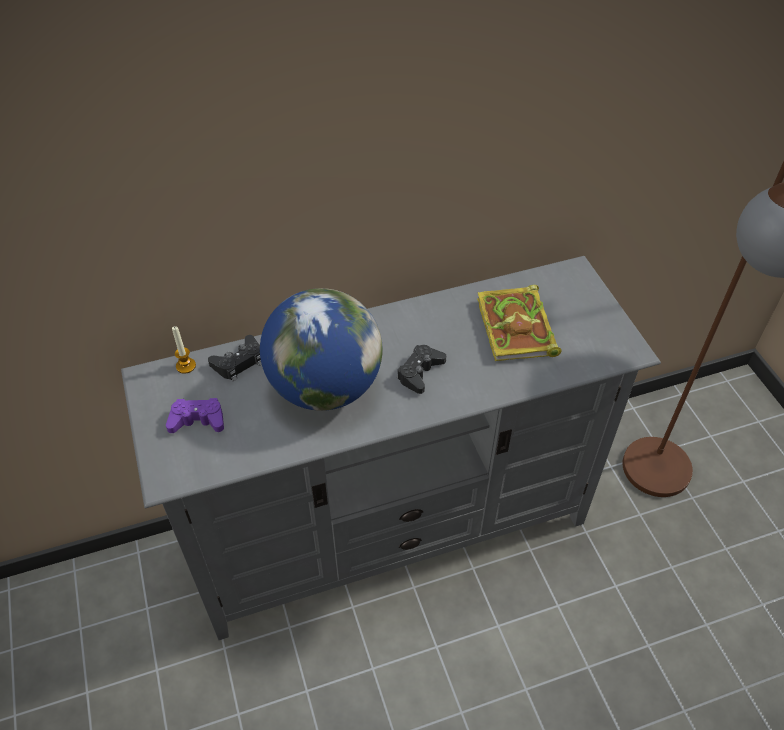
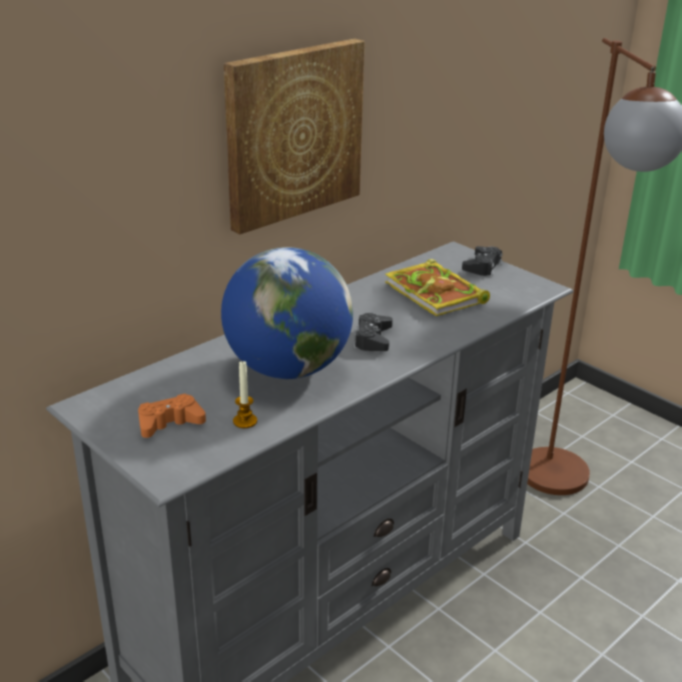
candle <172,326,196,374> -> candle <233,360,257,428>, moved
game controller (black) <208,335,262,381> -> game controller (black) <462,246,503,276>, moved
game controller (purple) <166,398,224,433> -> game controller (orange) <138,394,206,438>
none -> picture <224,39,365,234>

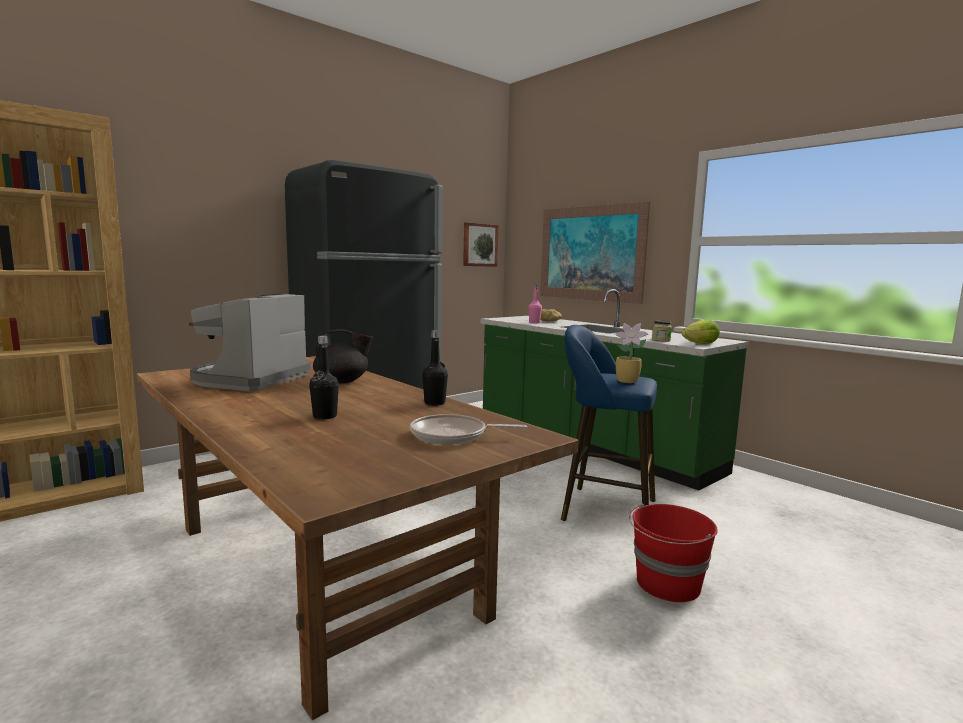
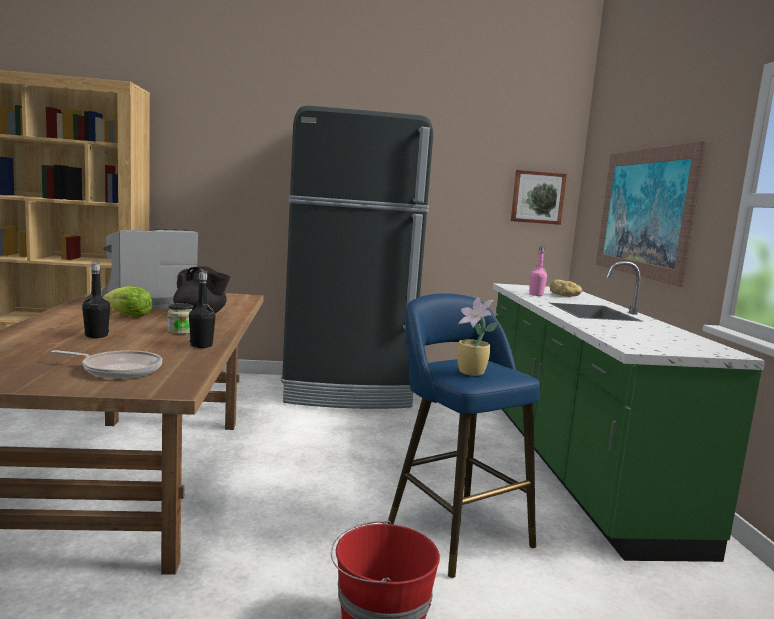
lettuce <681,319,720,344> -> lettuce <103,286,152,317>, moved
jar <652,321,672,342> -> jar <167,303,193,334>, moved
frying pan <410,414,527,445> -> frying pan <51,350,162,379>, 150 degrees clockwise

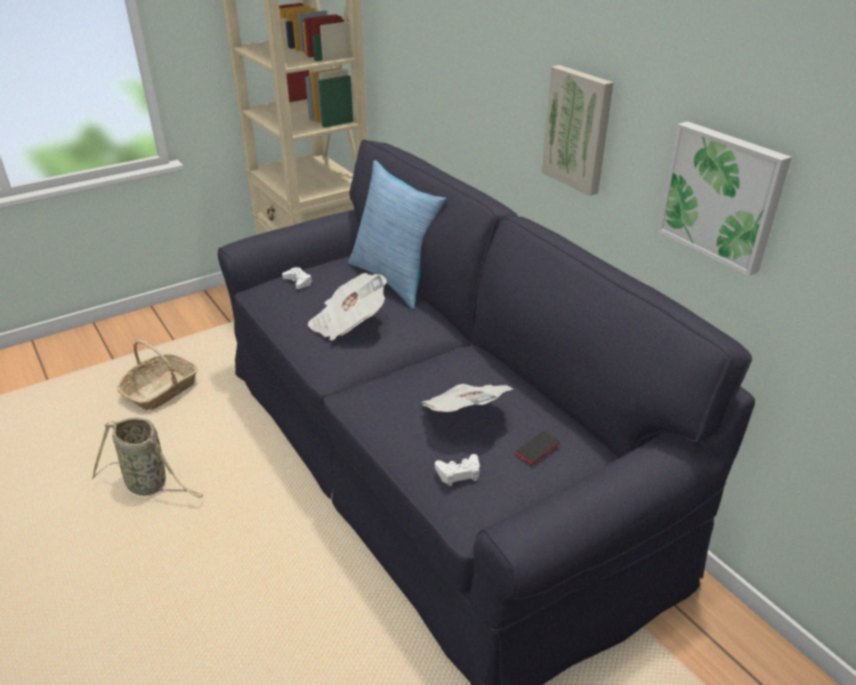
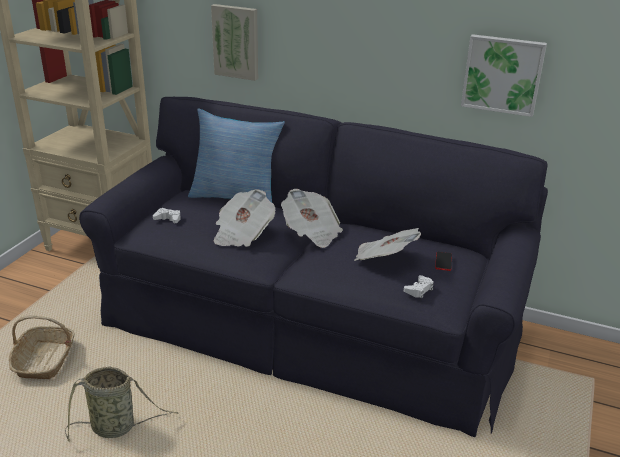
picture <542,65,614,196> -> picture <211,4,258,81>, moved
none -> newspaper <281,189,343,248>

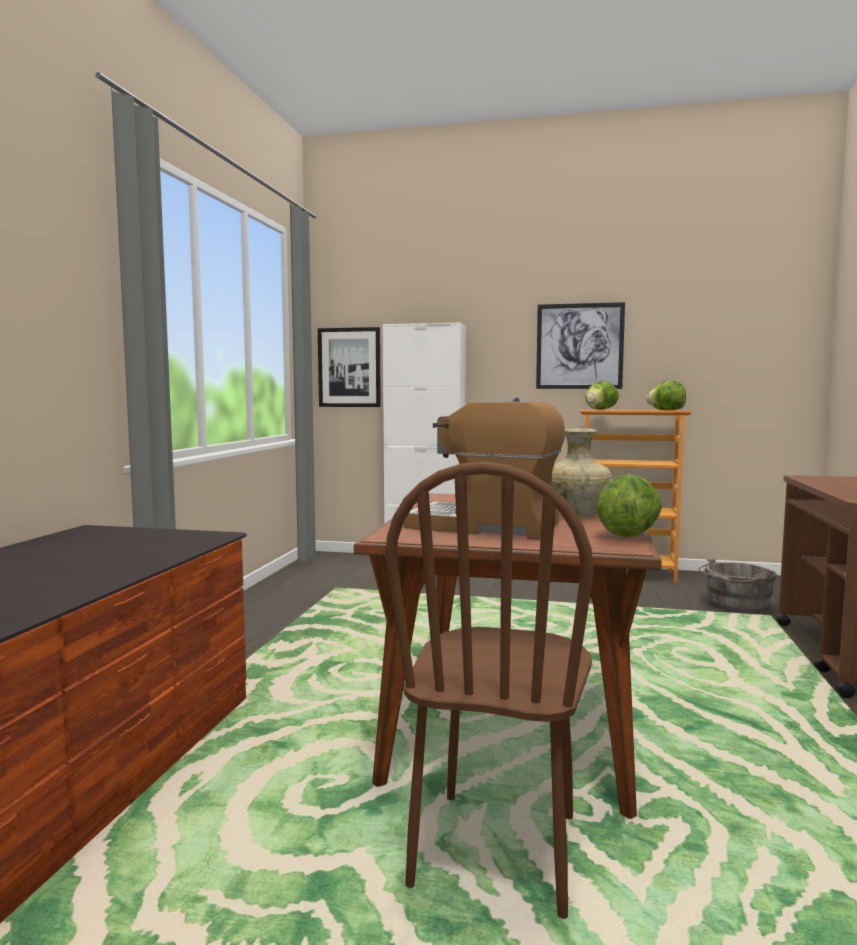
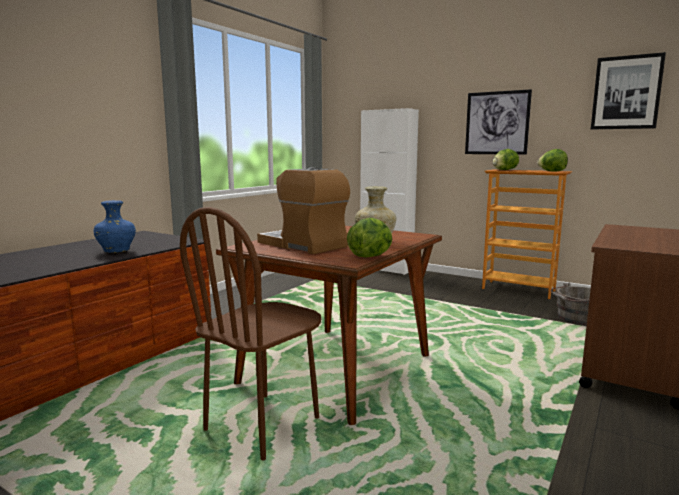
picture <318,327,381,407> -> picture <591,52,666,129>, moved
none -> vase (blue) <93,200,136,253>

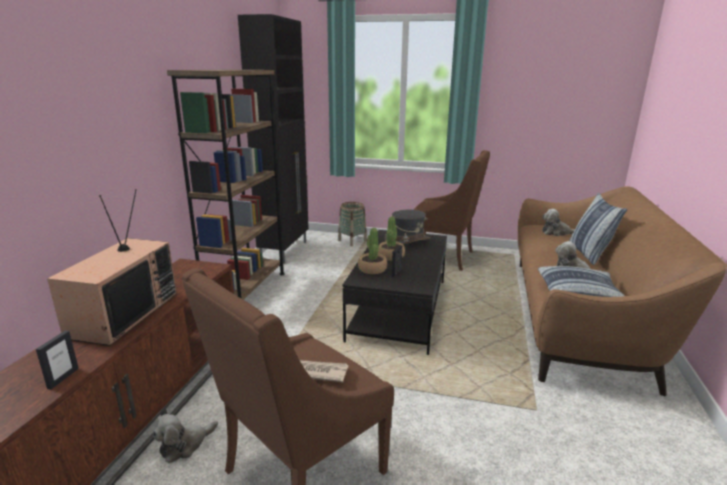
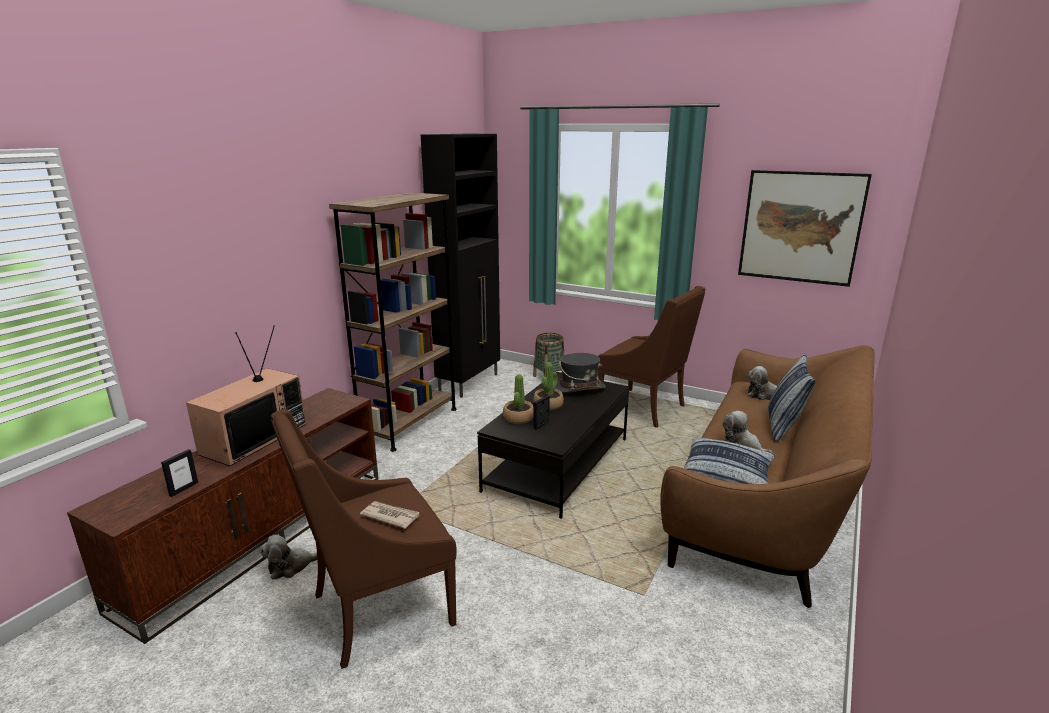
none -> picture <738,170,872,287>

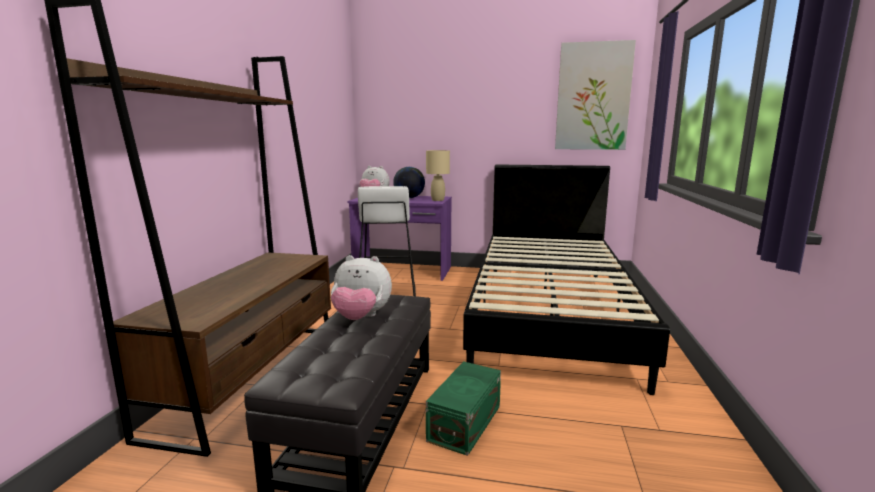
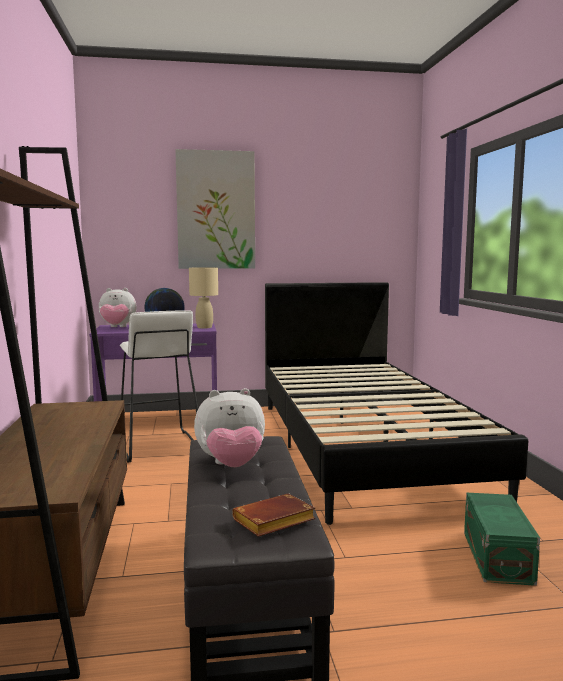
picture <555,40,636,150> -> picture <175,149,255,269>, moved
storage box (green) <426,361,501,456> -> storage box (green) <464,493,540,586>, moved
none -> book (brown) <232,493,316,537>

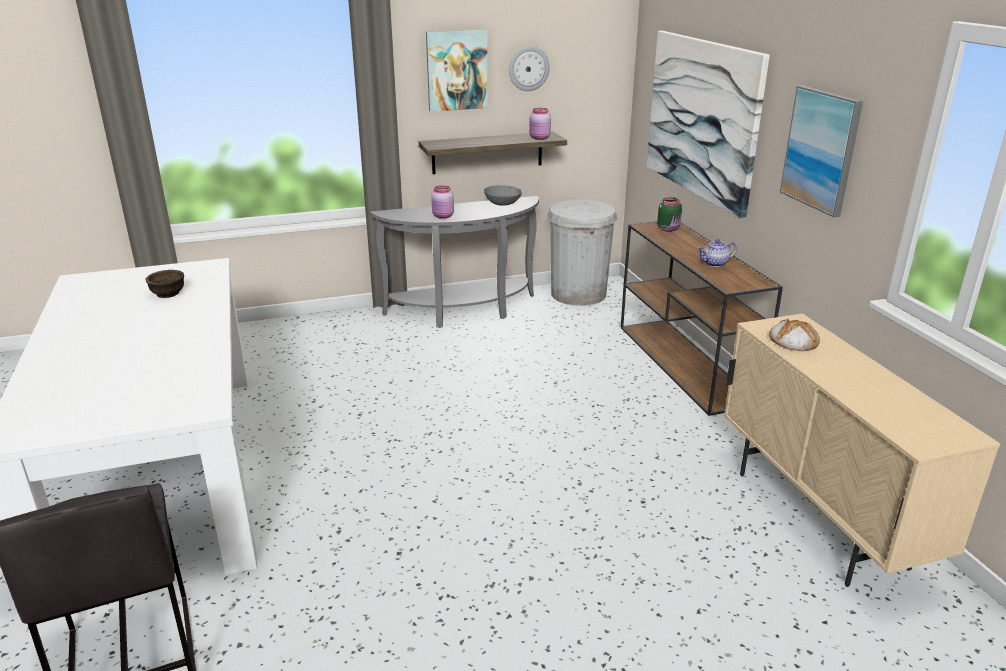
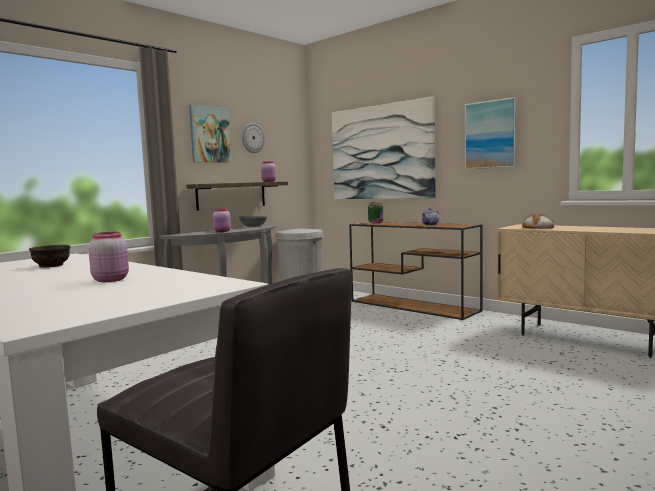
none -> jar (pink) <88,232,129,282>

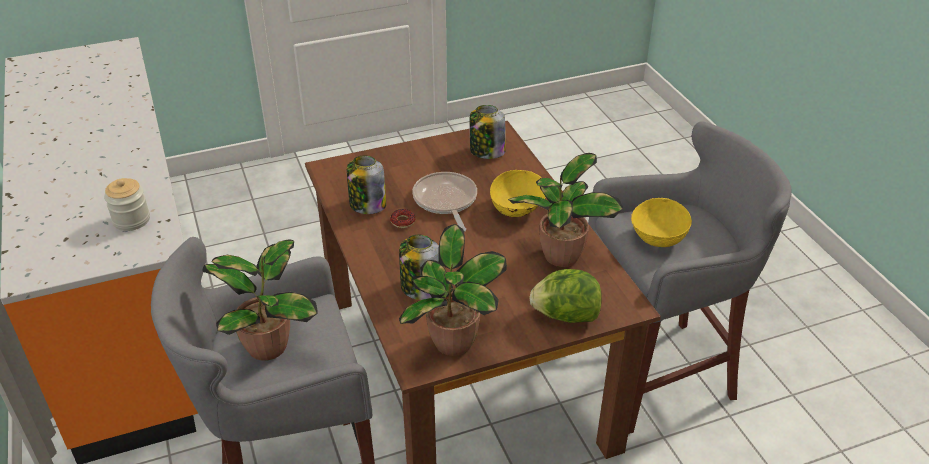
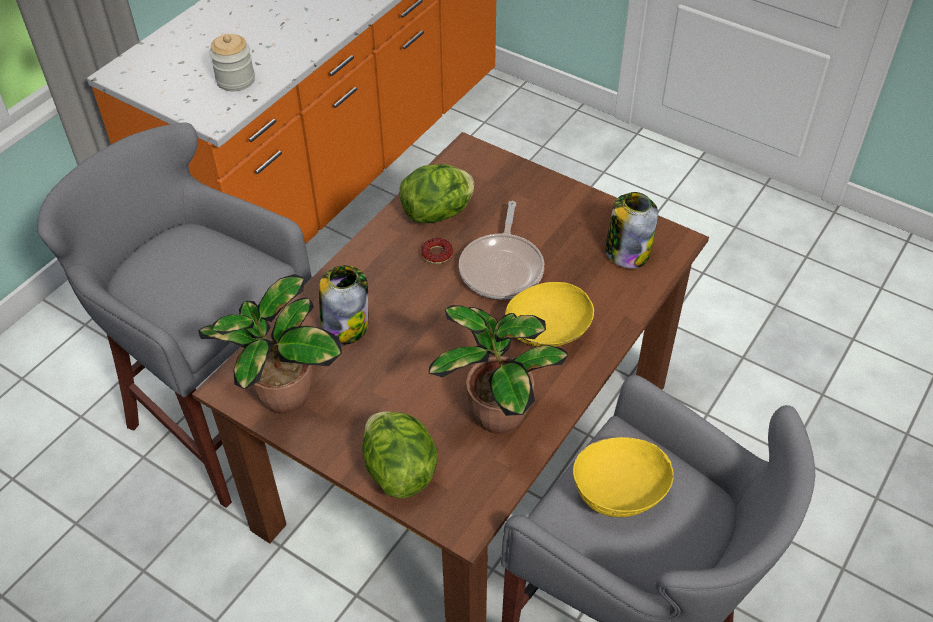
jar <347,156,386,214> -> lettuce <399,164,474,223>
frying pan <412,172,477,232> -> frying pan <459,201,544,299>, 150 degrees clockwise
potted plant <202,239,318,361> -> none

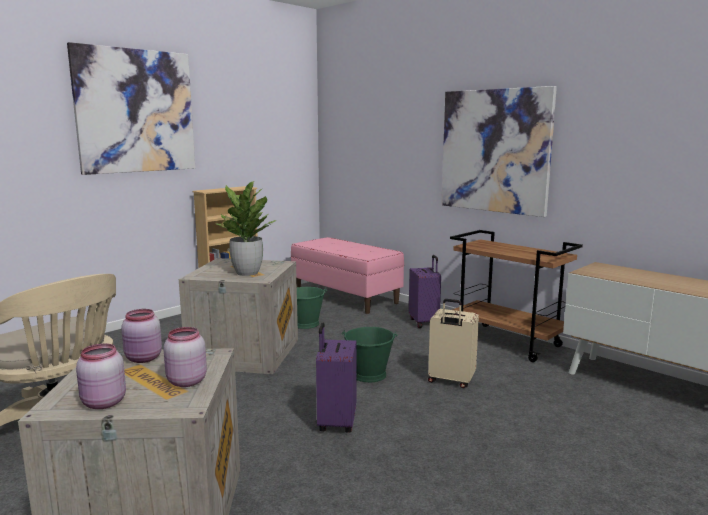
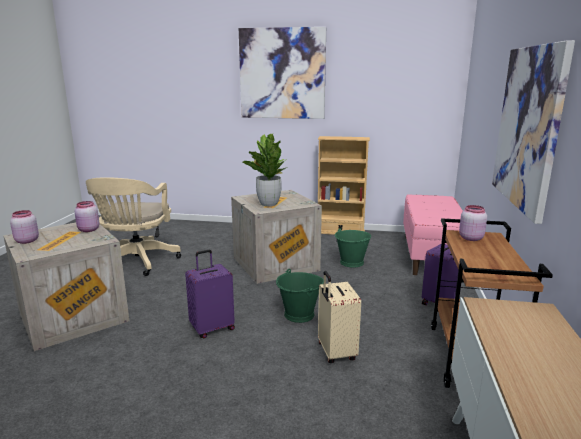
jar (pink) <163,327,207,387> -> jar (pink) <459,205,487,241>, moved

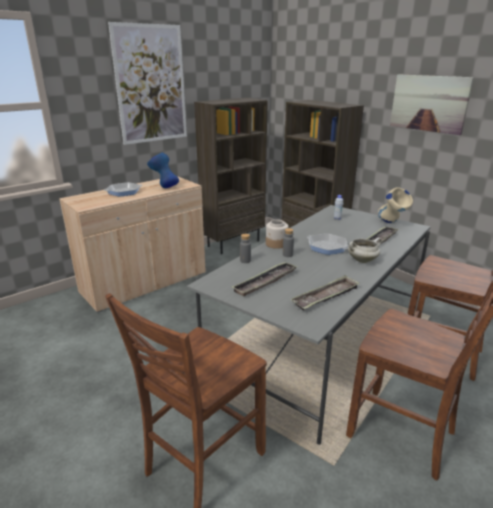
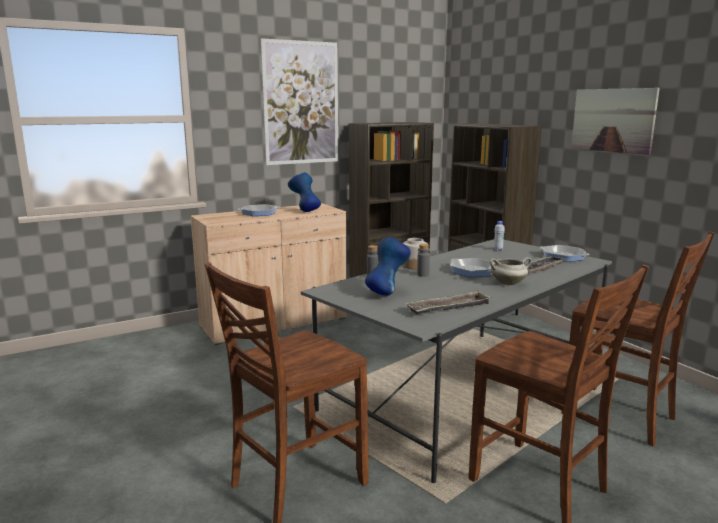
vase (beige) <378,188,413,223> -> frying pan <539,245,589,262>
tray <232,262,297,296> -> vase (blue) <365,237,411,296>

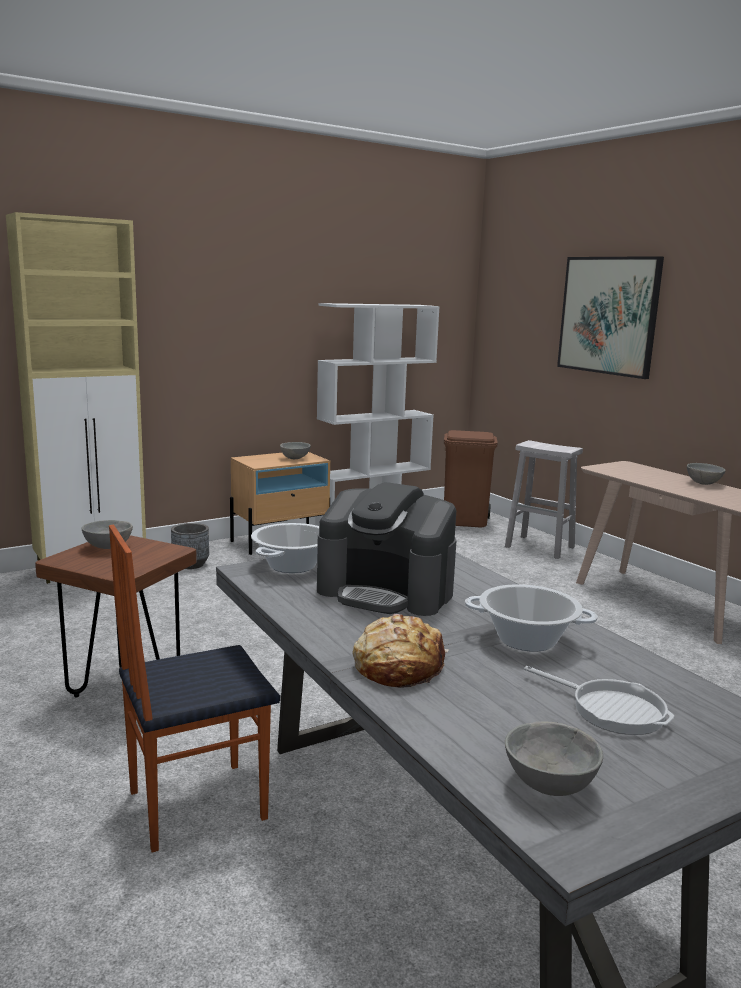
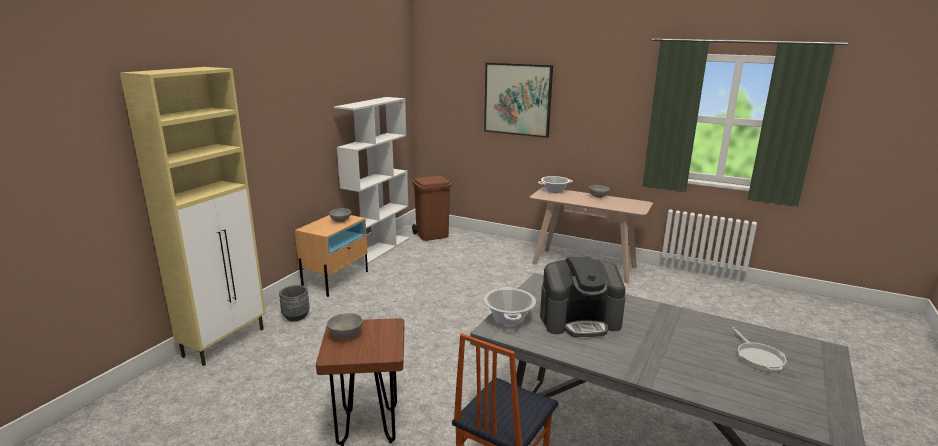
stool (white) <505,440,583,559> -> none
cooking pot <465,584,598,652> -> cooking pot <538,176,573,193>, moved
bread <353,614,449,688> -> none
frying pan <524,666,675,735> -> frying pan <732,327,787,372>, 75 degrees clockwise
bowl (grey) <505,722,603,796> -> none

